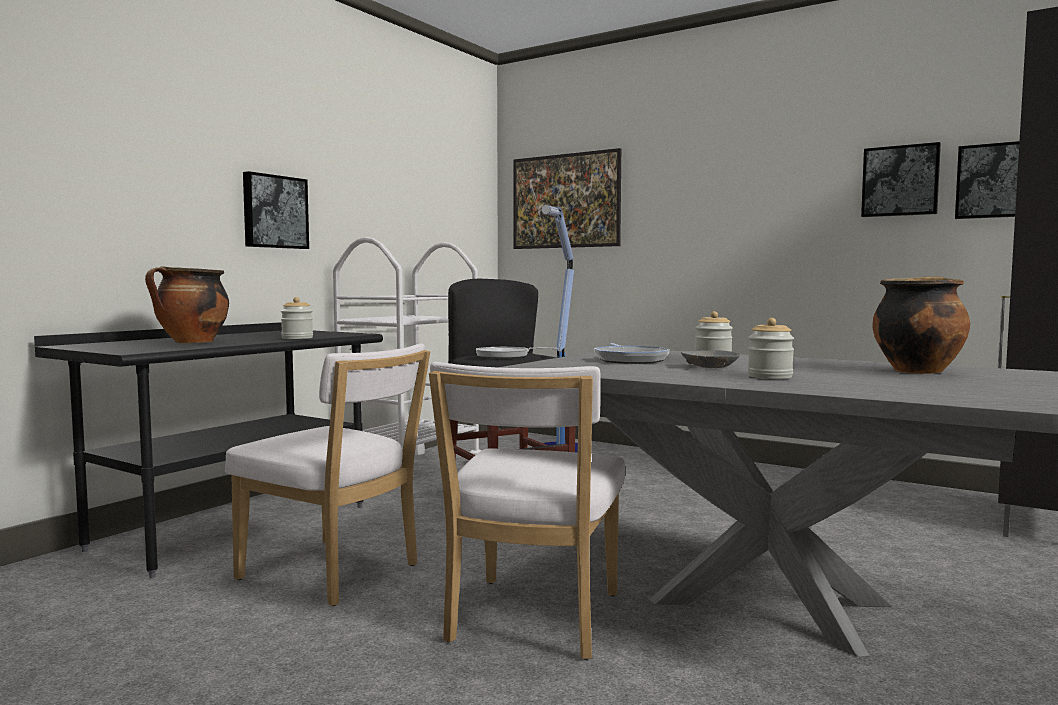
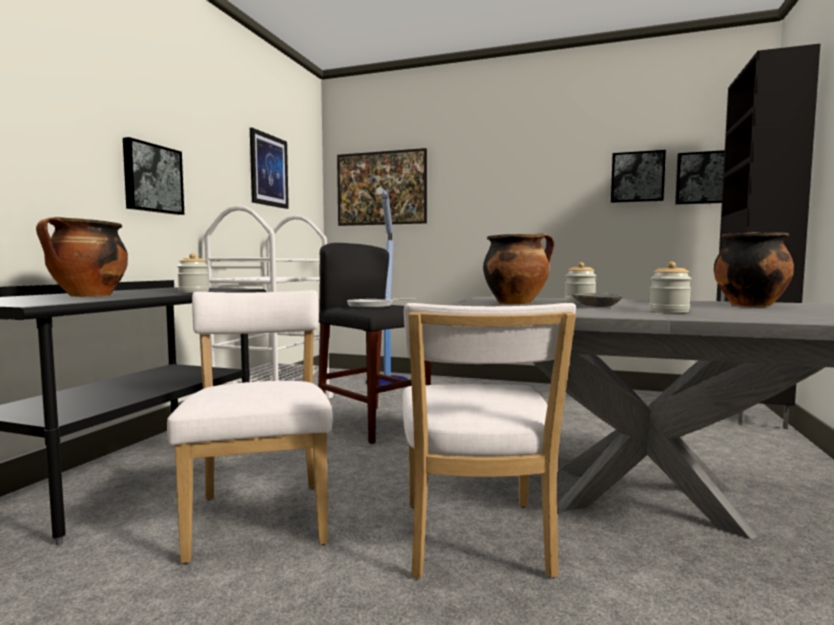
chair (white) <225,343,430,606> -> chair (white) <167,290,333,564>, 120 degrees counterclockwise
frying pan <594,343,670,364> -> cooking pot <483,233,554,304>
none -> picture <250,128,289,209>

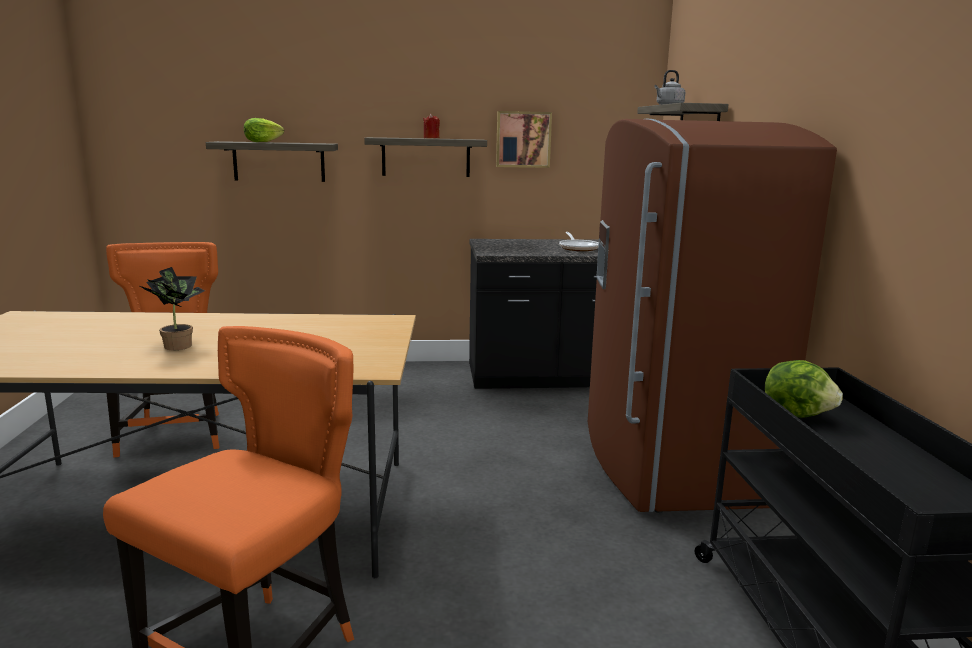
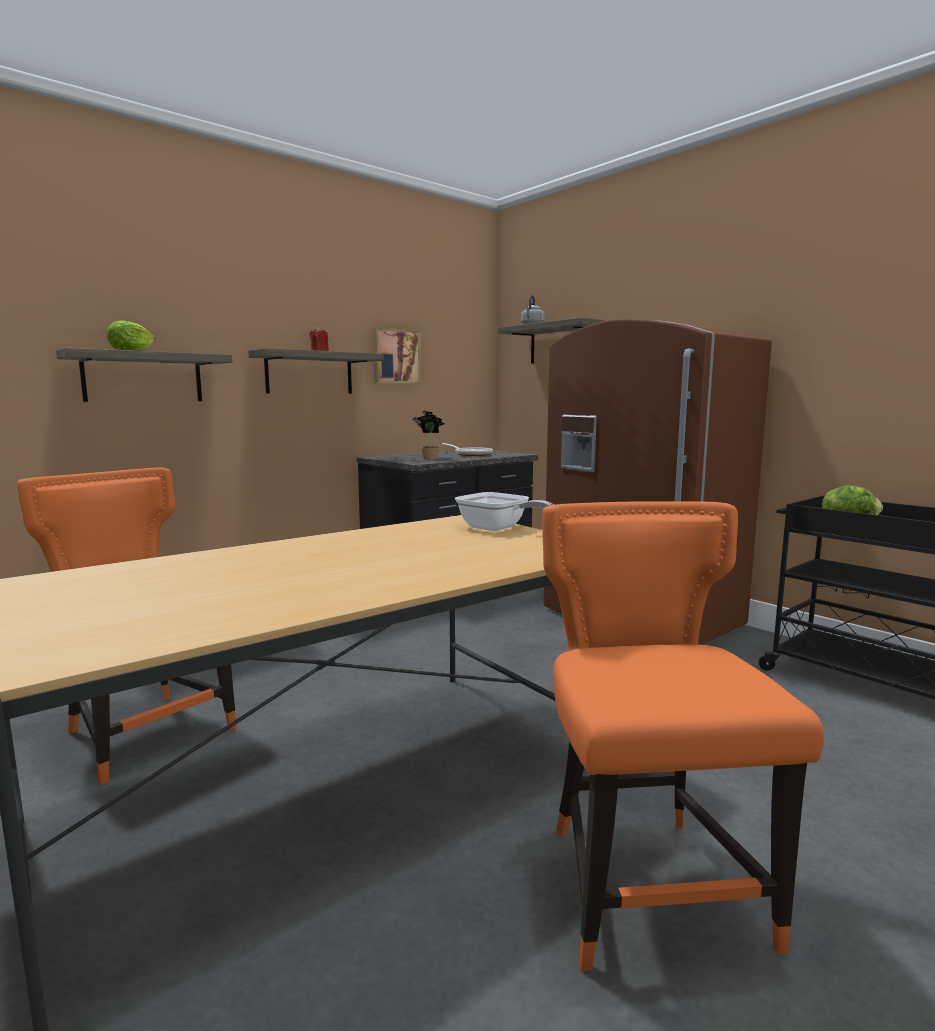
potted plant <138,267,205,350> -> potted plant <412,410,444,459>, moved
none -> frying pan <455,492,554,531>

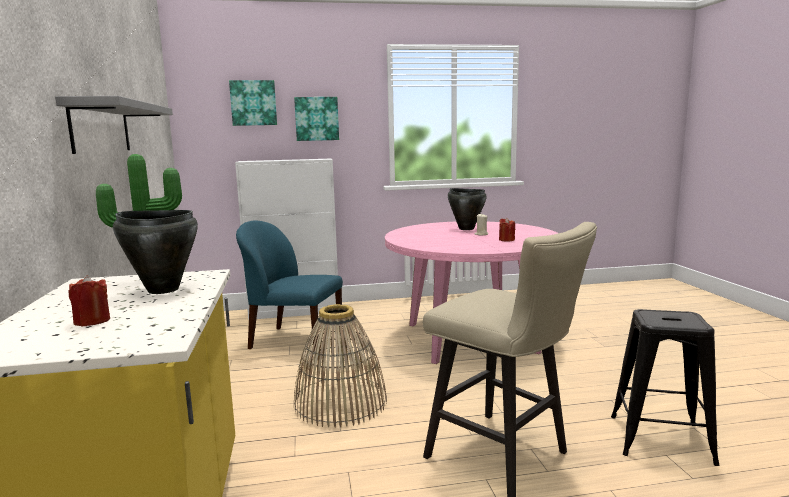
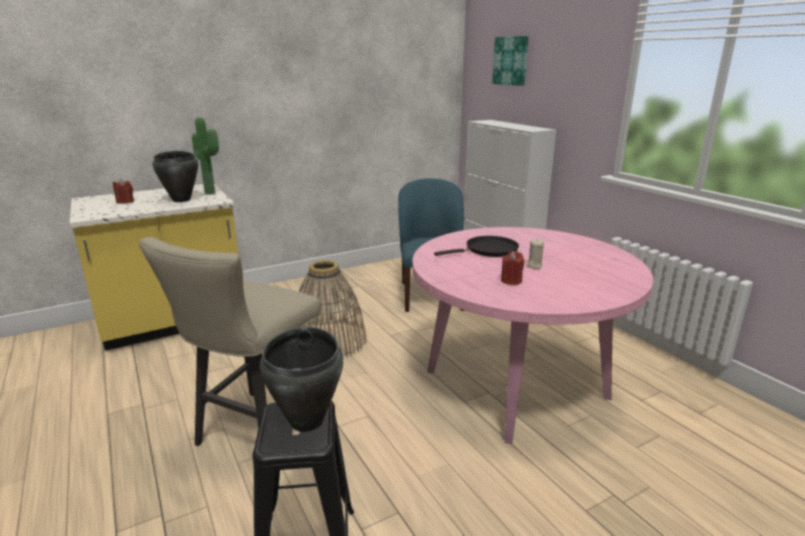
shelf (grey) <55,96,173,154> -> none
picture <294,97,339,141> -> none
cooking pot (black) <448,188,487,230> -> cooking pot (black) <259,327,343,432>, moved
none -> frying pan (black) <434,236,519,257>

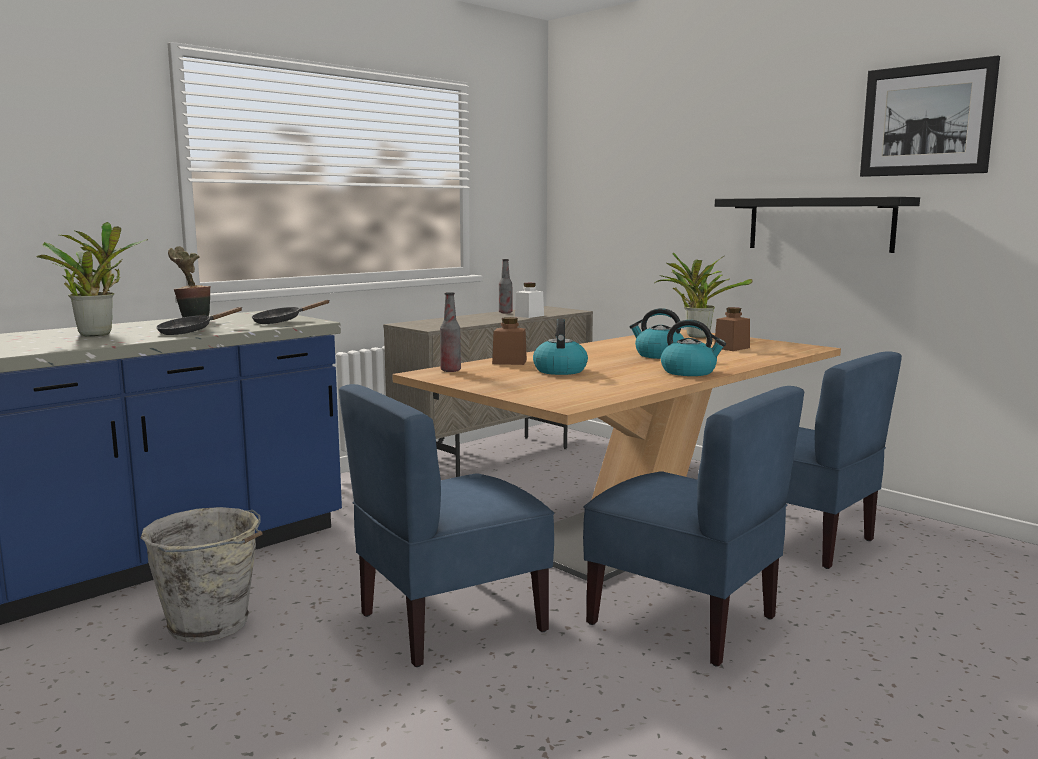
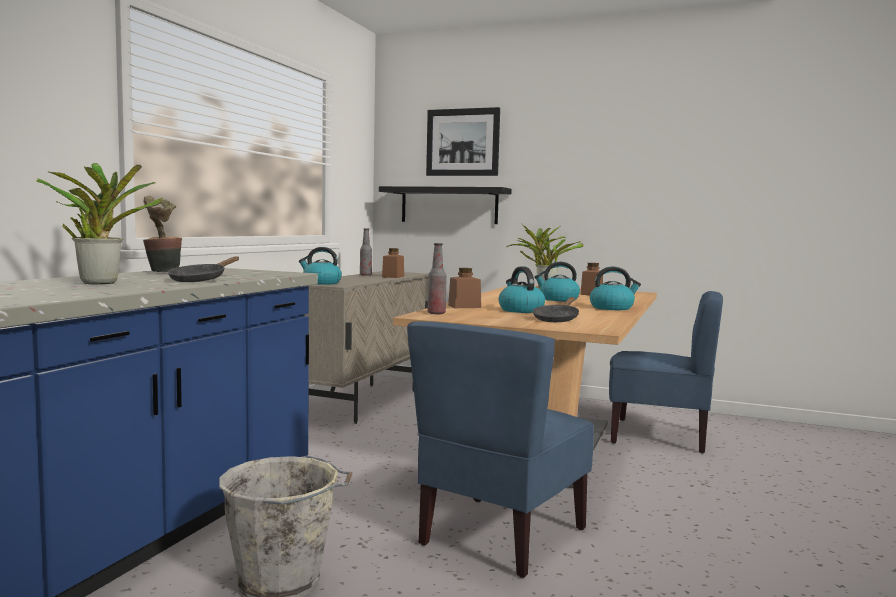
picture <860,56,1000,177> -> picture <426,107,500,176>, moved
shelf (black) <715,197,920,253> -> shelf (black) <379,186,512,224>, moved
jar (white) <515,283,544,318> -> jar (brown) <382,248,404,278>
frying pan (black) <252,300,330,324> -> frying pan (black) <533,297,579,322>, moved
chair (blue) <583,386,804,667> -> none
none -> kettle <299,247,342,285>

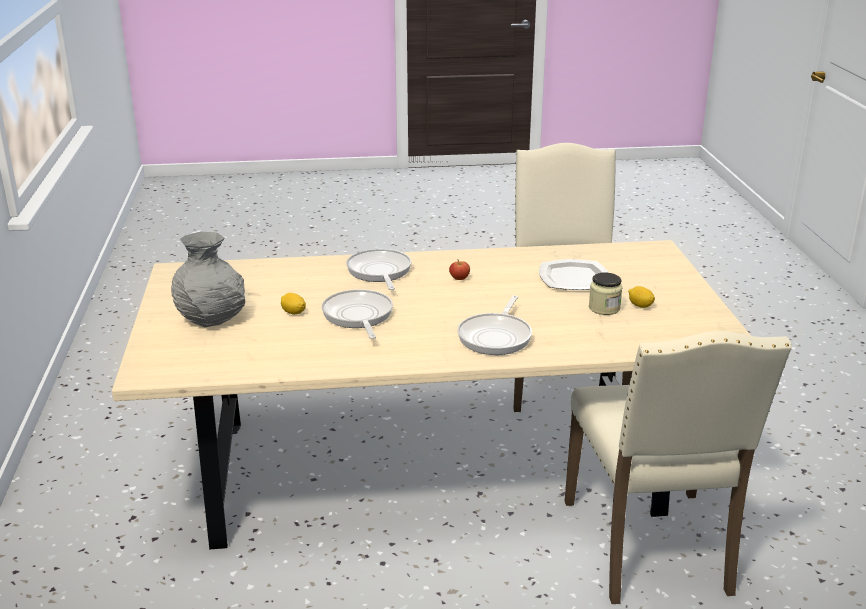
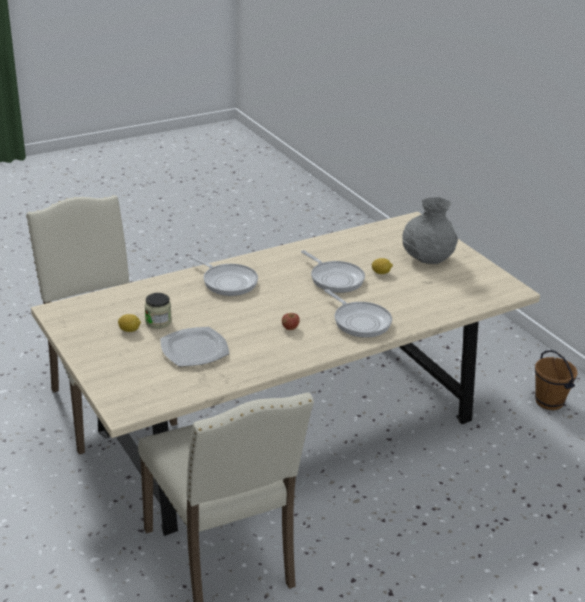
frying pan <457,295,532,355> -> frying pan <190,256,258,296>, 135 degrees clockwise
none -> bucket (brown) <535,350,578,410>

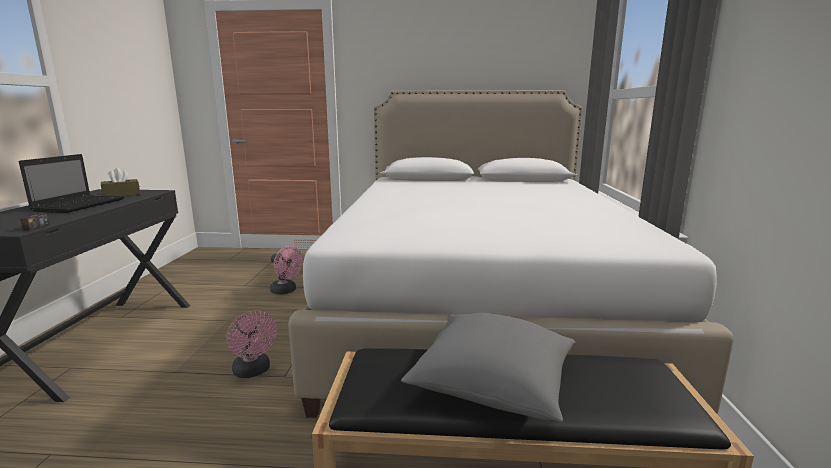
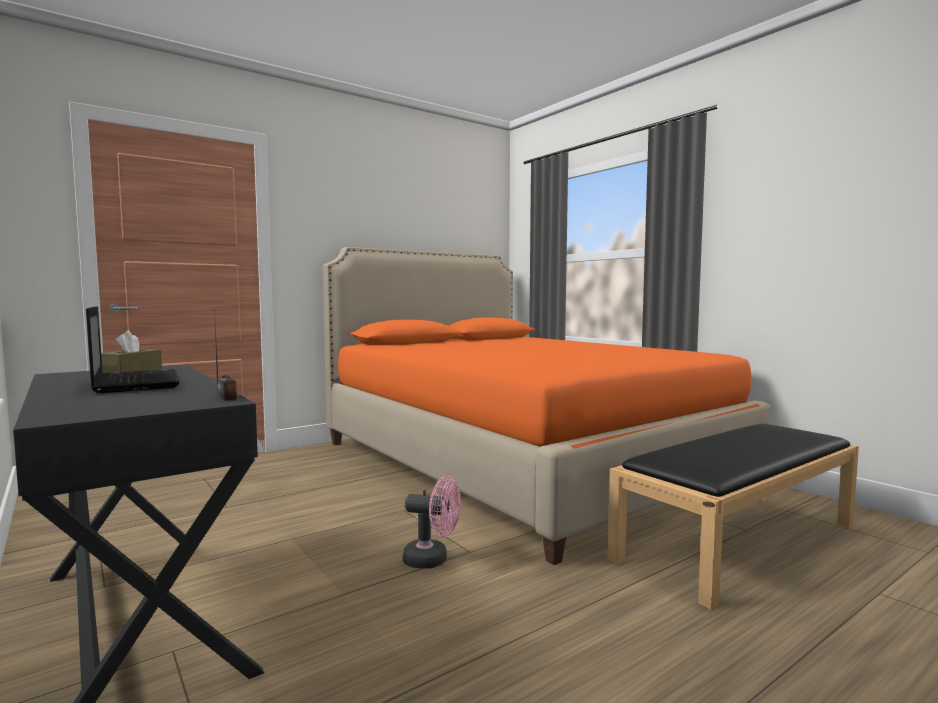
bed (white) <288,90,734,418> -> bed (orange) <323,247,770,565>
fan (pink) <270,246,303,295> -> none
pillow (grey) <401,313,575,423> -> none

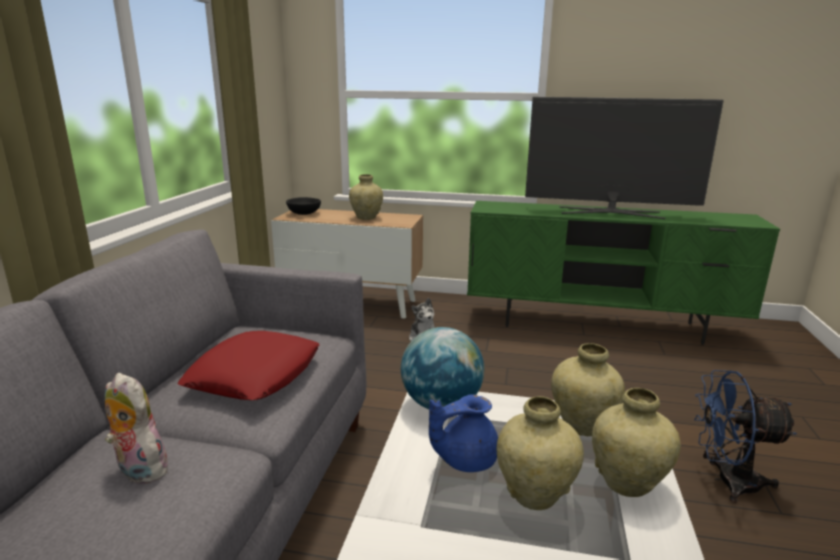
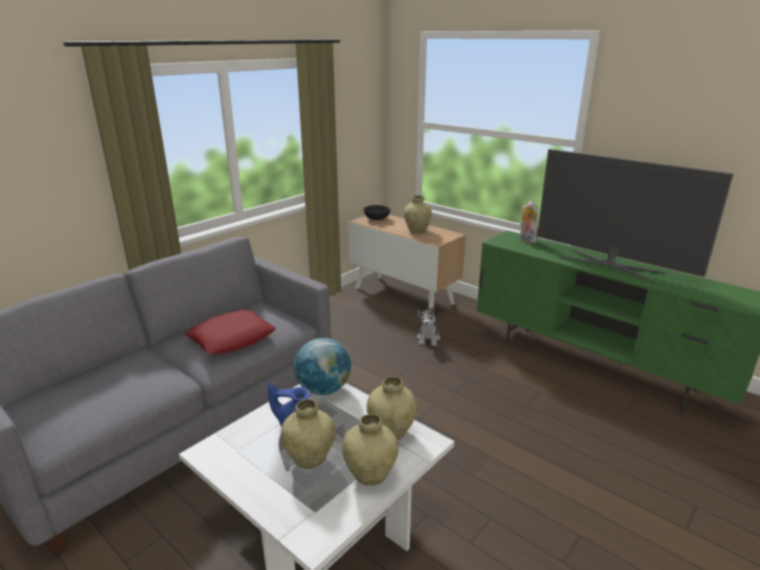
fan (blue) <694,370,797,503> -> none
plush toy <105,373,168,484> -> plush toy <520,201,538,243>, moved

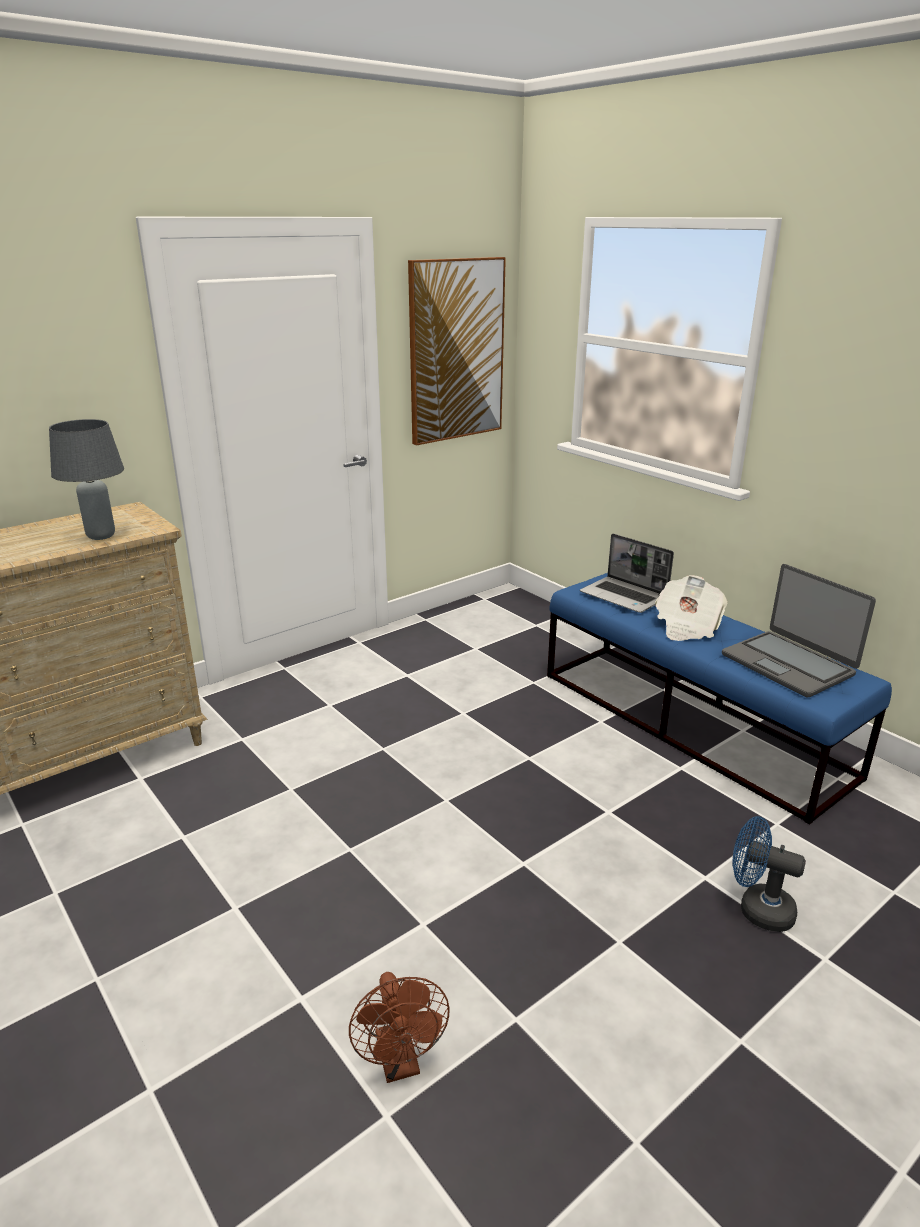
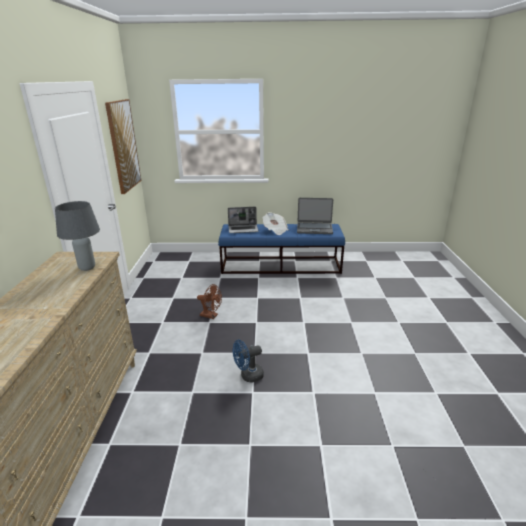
fan (blue) <733,816,806,932> -> fan (blue) <233,339,264,382>, moved
fan (brown) <349,972,450,1083> -> fan (brown) <197,284,222,319>, moved

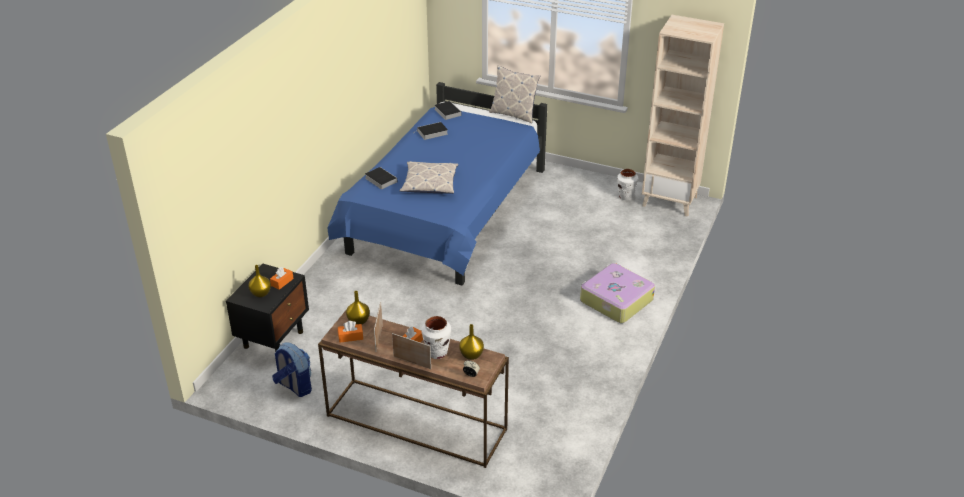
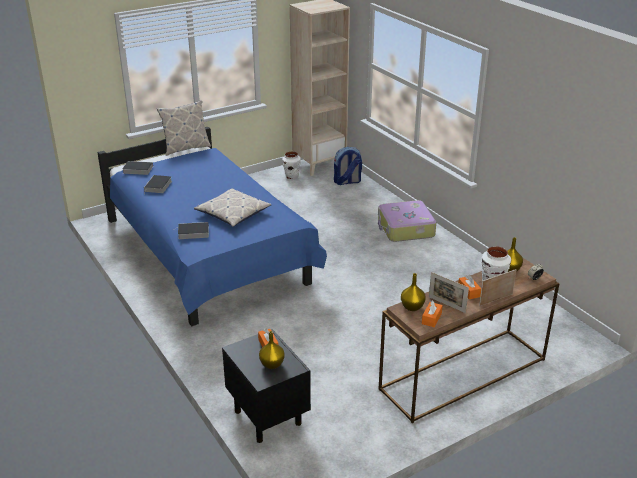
backpack <272,342,312,397> -> backpack <334,147,362,185>, moved

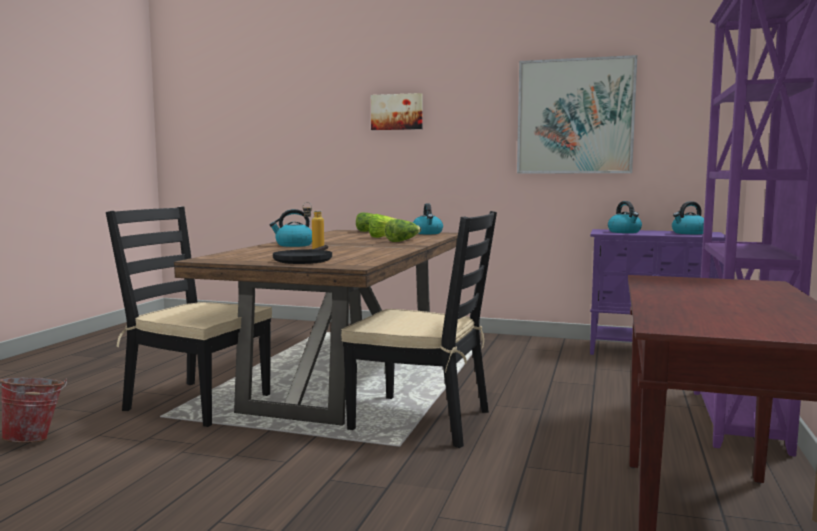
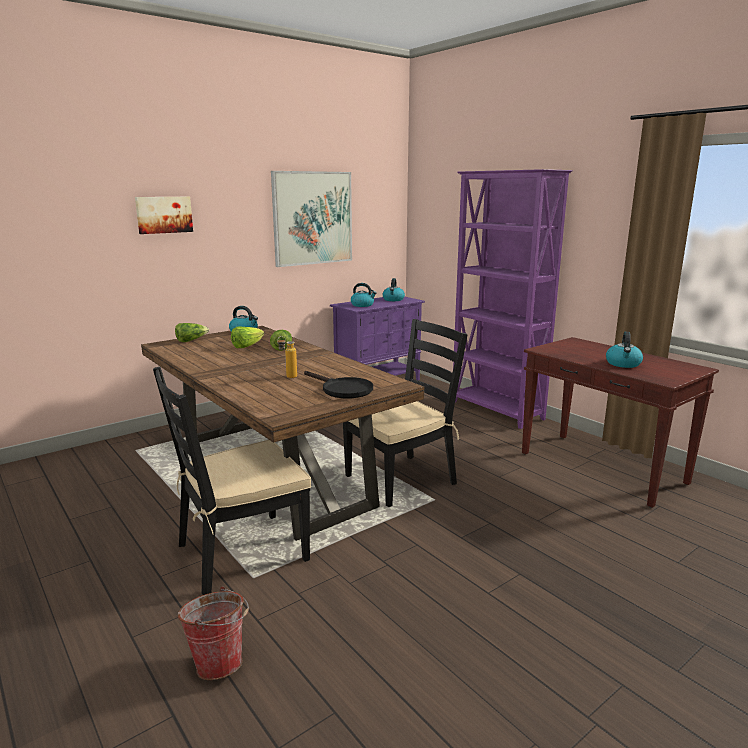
kettle <269,209,312,247> -> kettle <606,332,643,368>, moved

